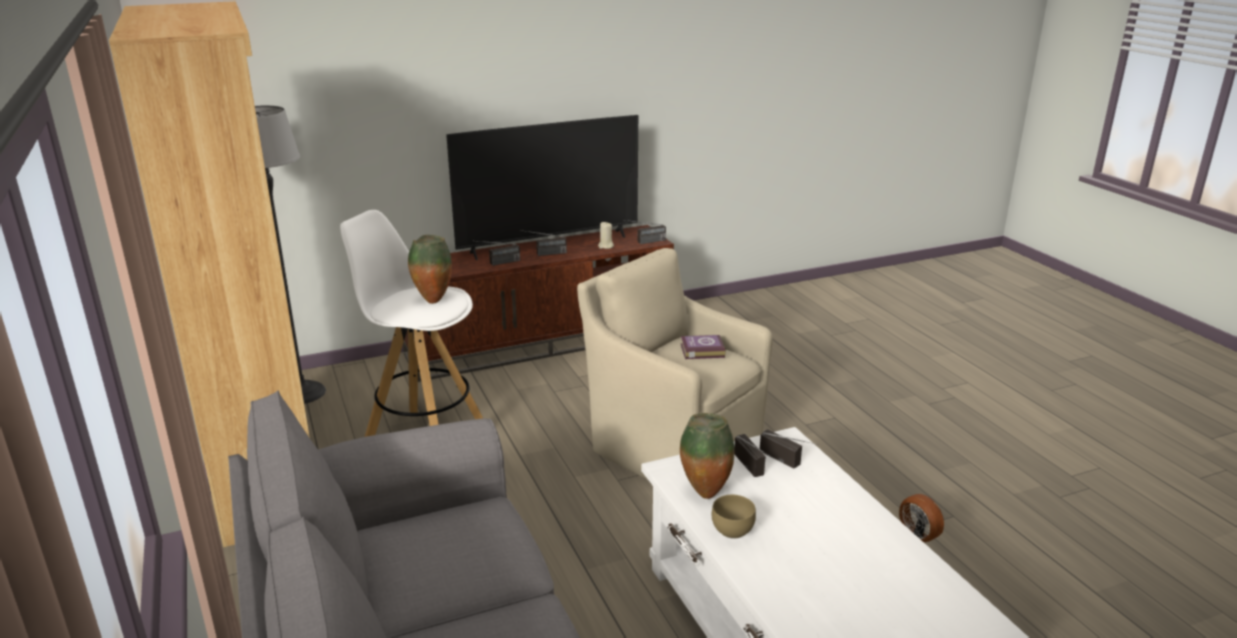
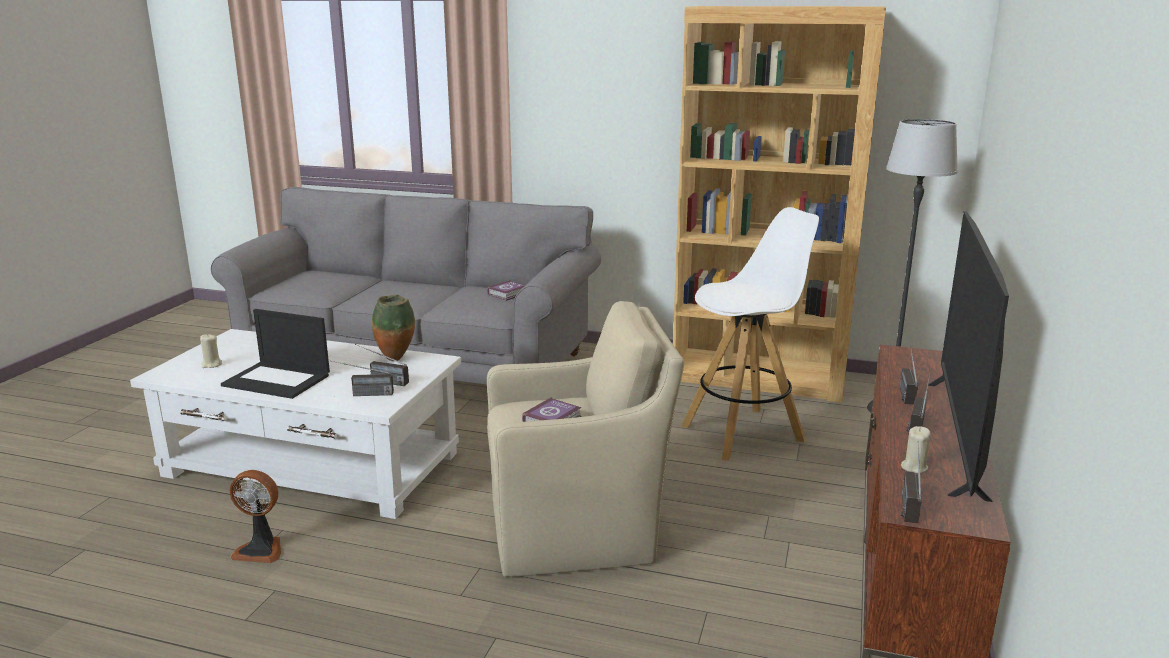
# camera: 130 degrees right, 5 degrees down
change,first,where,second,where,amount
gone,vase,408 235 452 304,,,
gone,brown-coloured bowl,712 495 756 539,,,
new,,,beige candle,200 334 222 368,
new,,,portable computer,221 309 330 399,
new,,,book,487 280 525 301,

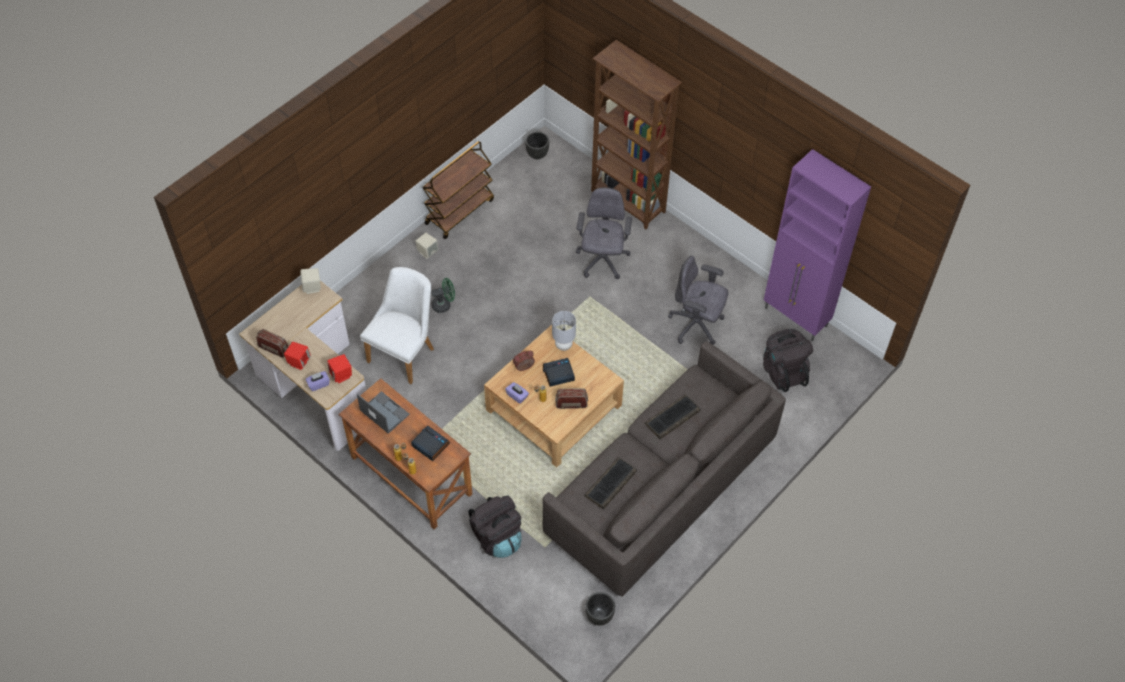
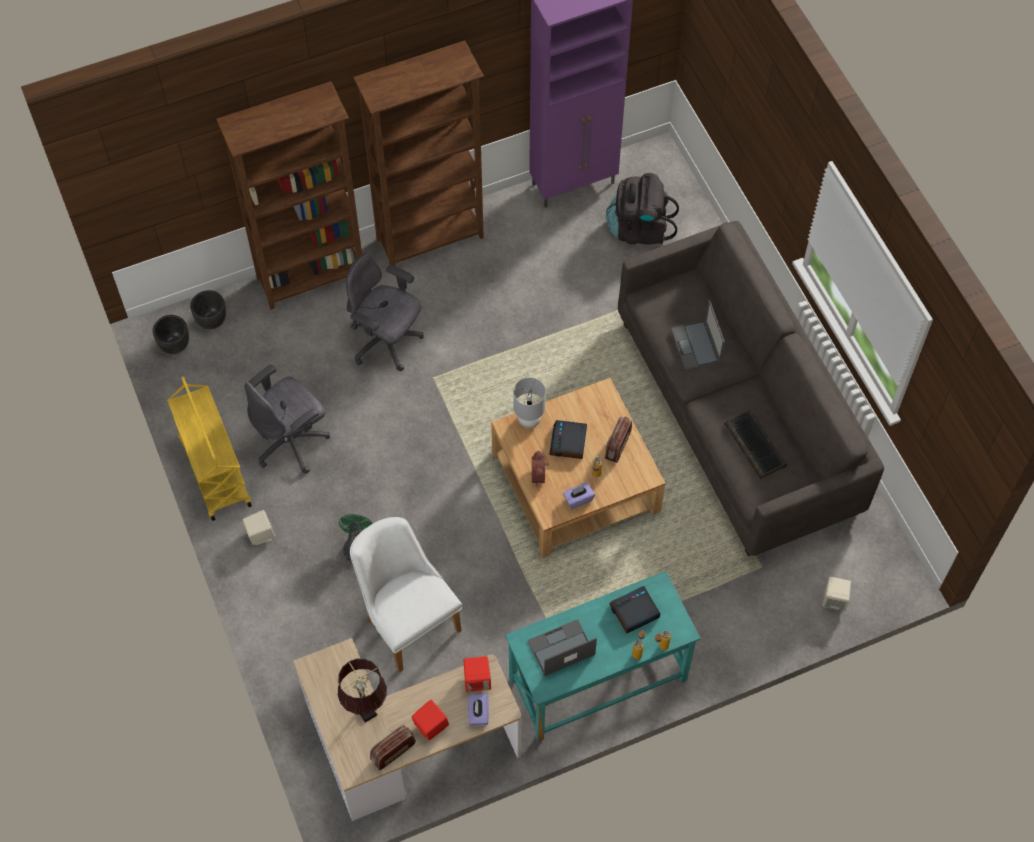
# camera: 65 degrees left, 5 degrees up
change,first,where,second,where,amount
shifted,beige speaker,300 268 321 294,,822 577 851 611,
repainted,brown-coloured desk,338 378 472 530,turquoise-coloured desk,505 571 701 742,
repainted,brown-coloured wheeled cart,422 141 494 239,yellow wheeled cart,167 376 252 521,
gone,black-coloured knapsack,469 496 522 558,,,
shifted,black-coloured planter,585 592 615 626,,190 290 226 329,
swapped,PC keyboard,645 394 700 439,portable computer,671 300 725 370,
shifted,grey office chair,668 256 729 345,,244 365 330 474,
new,,,brown-coloured lamp for a table,338 659 387 722,
new,,,brown-coloured shelving unit,353 40 484 266,

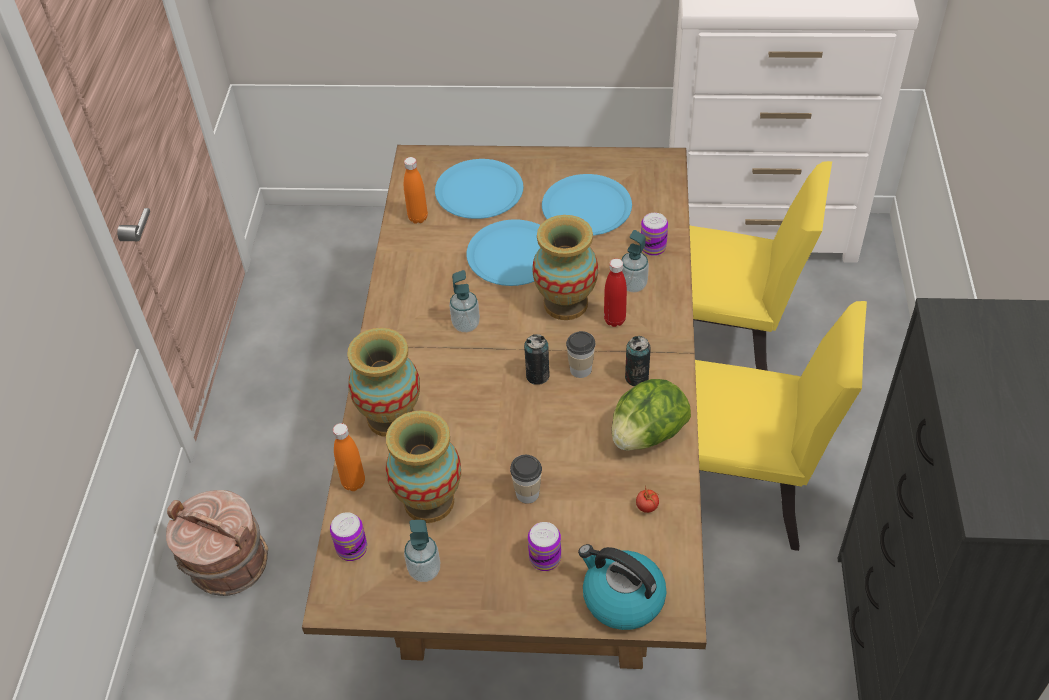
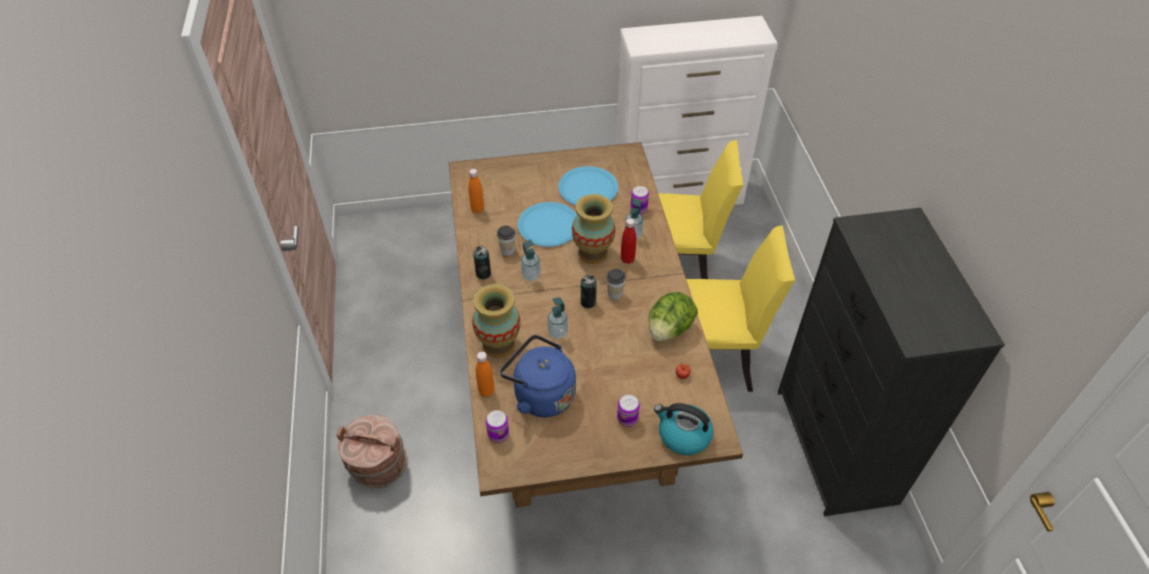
# camera: 15 degrees left, 0 degrees up
change,first,where,second,where,amount
swapped,vase,386 410 461 523,blue-coloured kettle,500 335 576 417,
shifted,soap dispenser,404 520 440 582,,547 298 568 339,
gone,blue-coloured plate,435 159 523 219,,,
shifted,cup,510 455 542 504,,497 226 515 256,
shifted,metal can,625 336 651 386,,473 246 491 279,

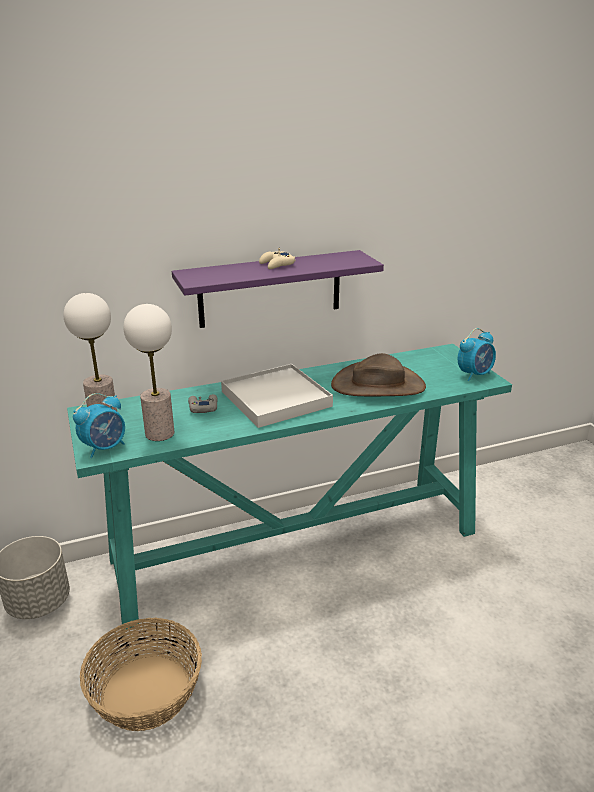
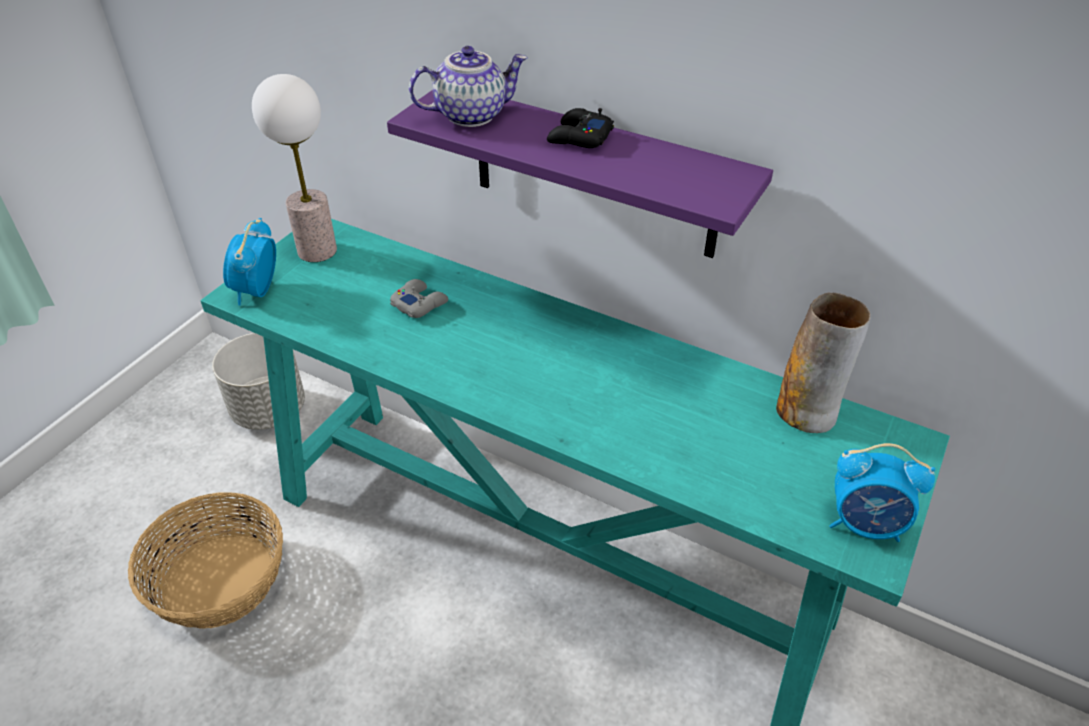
# camera: 50 degrees right, 15 degrees up
change,first,where,second,where,amount
rotated,alarm clock,73 393 125 458,,223 218 276 306,90 degrees clockwise
gone,lamp for a table,123 304 174 441,,,
gone,whitish tray,221 364 333 428,,,
repainted,beige game controller,259 248 295 269,black-coloured game controller,547 108 614 148,
gone,brown-coloured wearable hat,331 353 426 396,,,
new,,,tea pot,409 46 528 127,
new,,,vase,776 292 870 433,

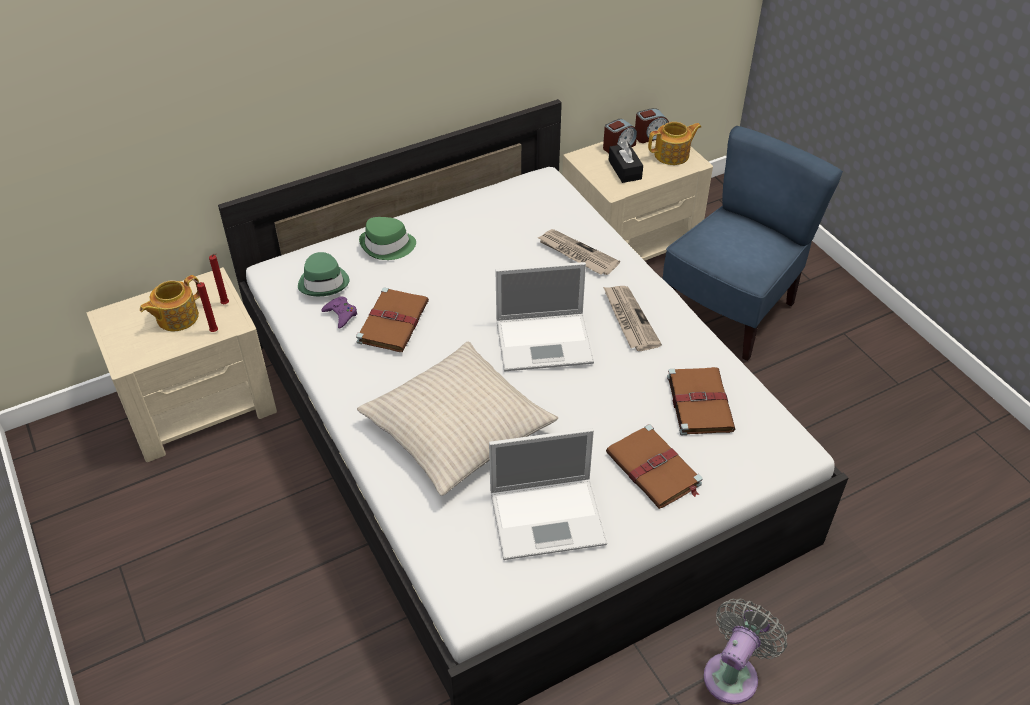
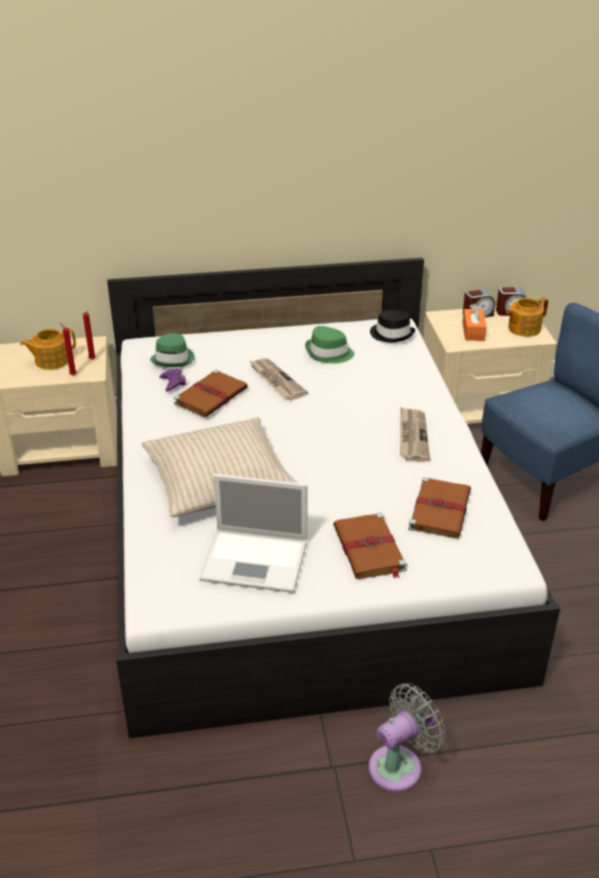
# camera: 20 degrees right, 10 degrees down
change,first,where,second,where,amount
shifted,green-coloured wearable hat,359 217 416 260,,305 326 354 364,
gone,portable computer,496 262 594 371,,,
shifted,daily paper,537 229 620 275,,249 358 308 400,
repainted,black-coloured tissue holder,608 141 643 183,orange-coloured tissue holder,462 304 487 341,
rotated,tea pot,648 122 701 165,,506 297 549 337,150 degrees clockwise
new,,,black-coloured wearable hat,370 310 415 342,

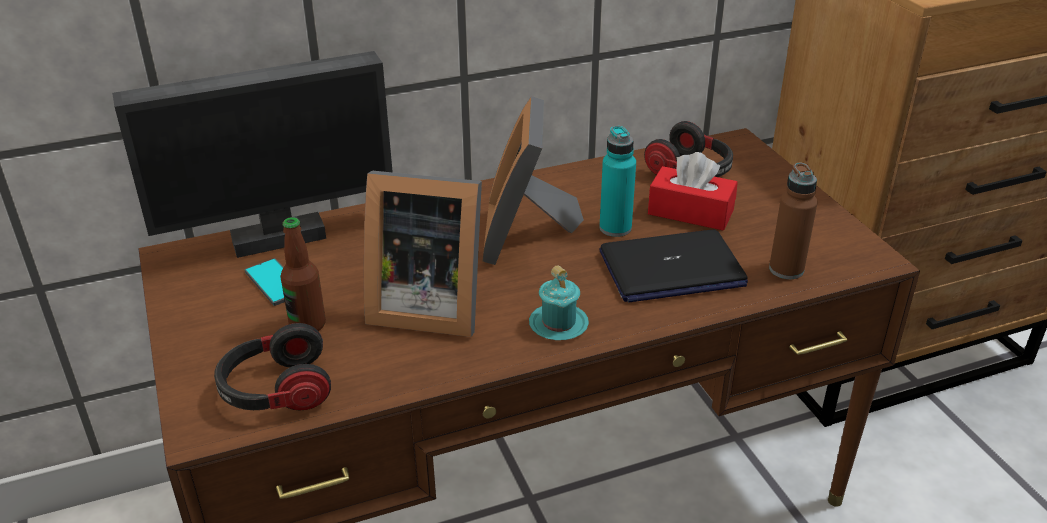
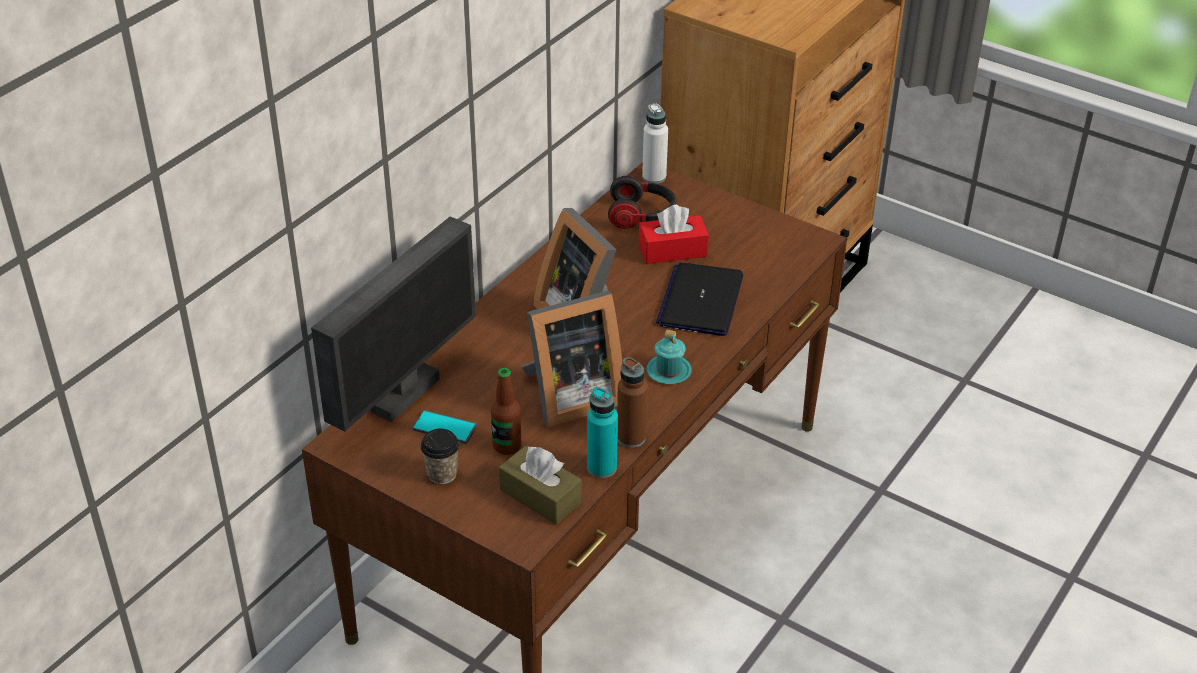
# camera: 35 degrees left, 5 degrees up
change,first,where,second,where,amount
swapped,headphones,214 323 331 410,brown-coloured tissue holder,499 446 582 525,
shifted,turquoise-coloured bottle,599 126 636 237,,587 387 618 478,
rotated,portable computer,599 230 748 302,,656 263 743 336,150 degrees clockwise
shifted,brown-coloured bottle,769 163 818 279,,617 357 648 448,
new,,,cup,420 428 459 484,
new,,,whitish bottle,642 103 668 184,

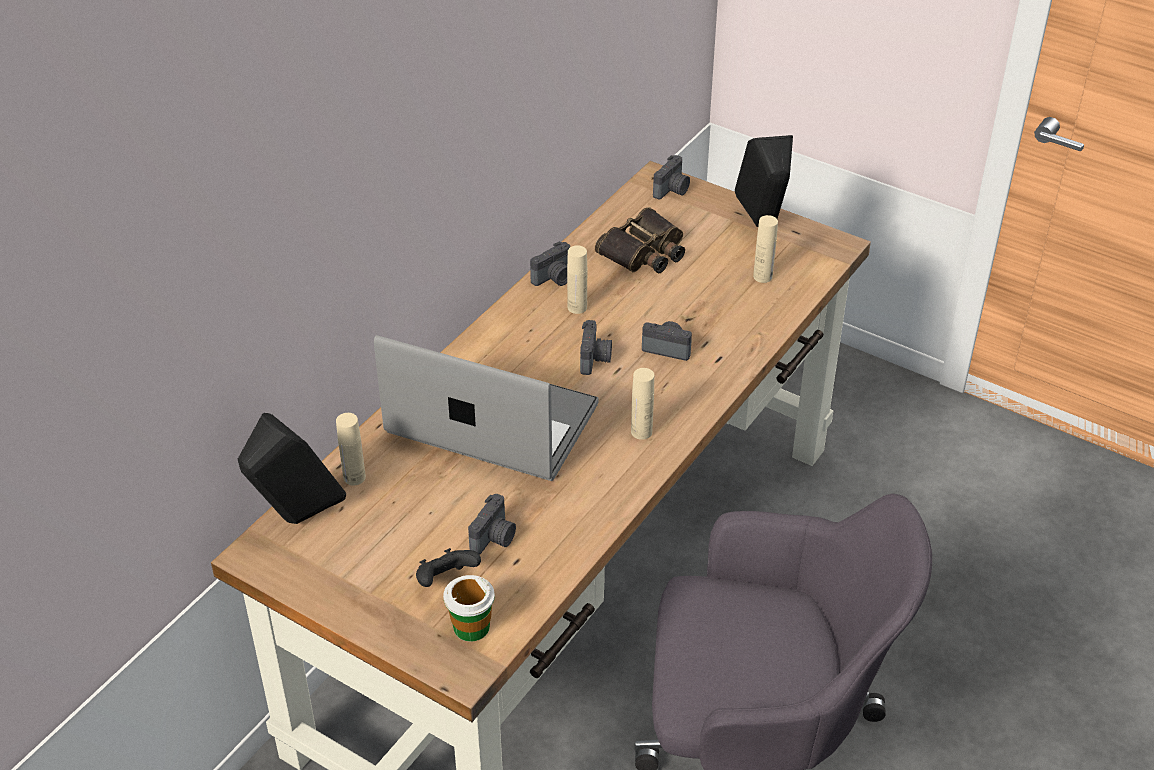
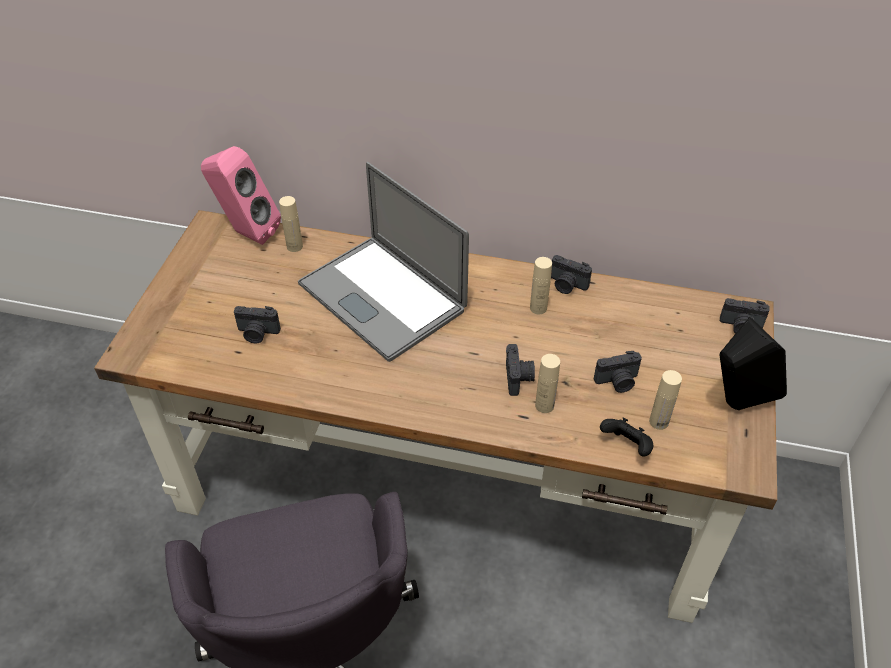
# camera: 70 degrees right, 5 degrees up
change,first,where,second,where,amount
repainted,black-coloured speaker,238 413 346 524,pink speaker,201 146 281 245,
rotated,portable computer,374 335 598 481,,298 162 469 362,135 degrees clockwise
shifted,black-coloured game controller,416 548 481 587,,600 417 653 457,
gone,cup,443 575 495 642,,,
shifted,photo camera,580 320 612 375,,594 351 642 393,
gone,pair of binoculars,595 207 685 273,,,
shifted,beige bottle,631 368 654 440,,535 354 560 413,

